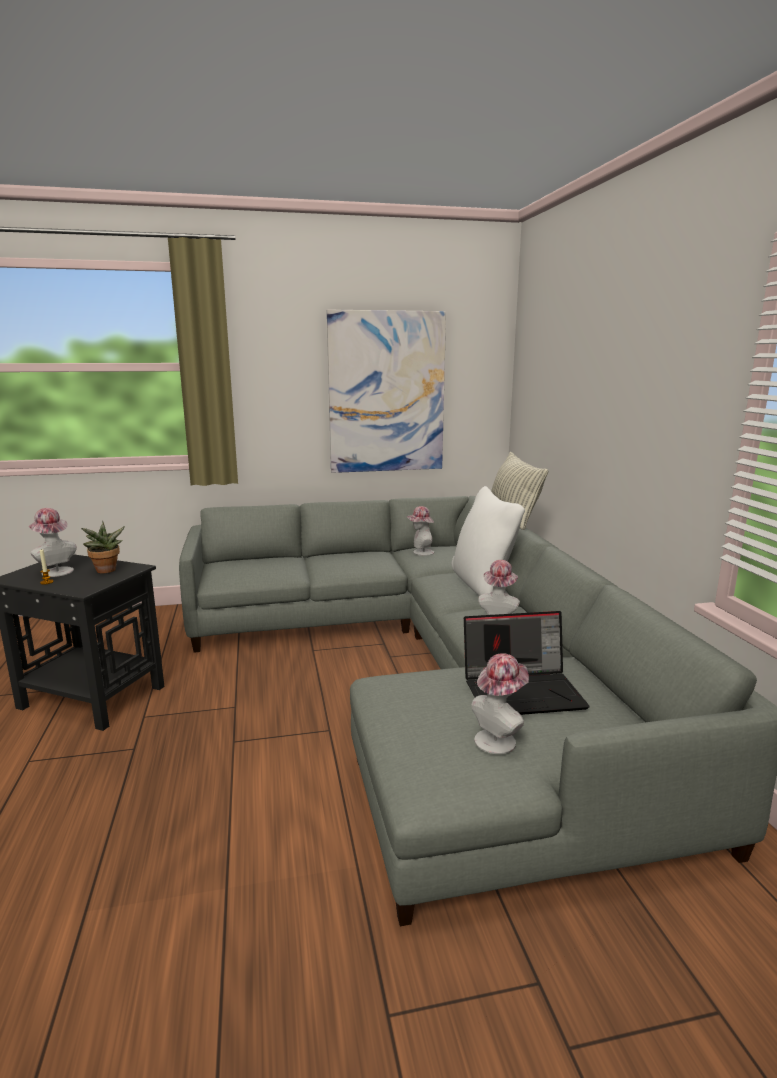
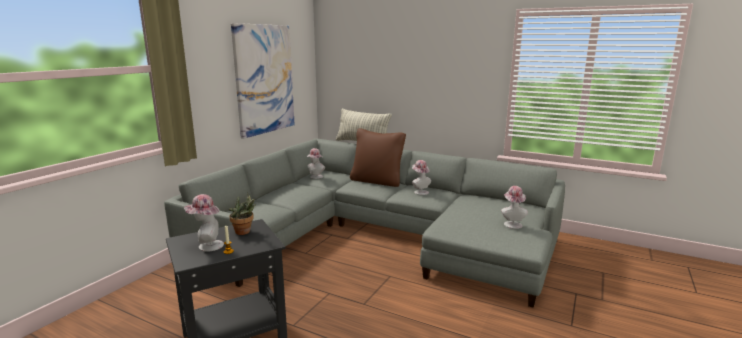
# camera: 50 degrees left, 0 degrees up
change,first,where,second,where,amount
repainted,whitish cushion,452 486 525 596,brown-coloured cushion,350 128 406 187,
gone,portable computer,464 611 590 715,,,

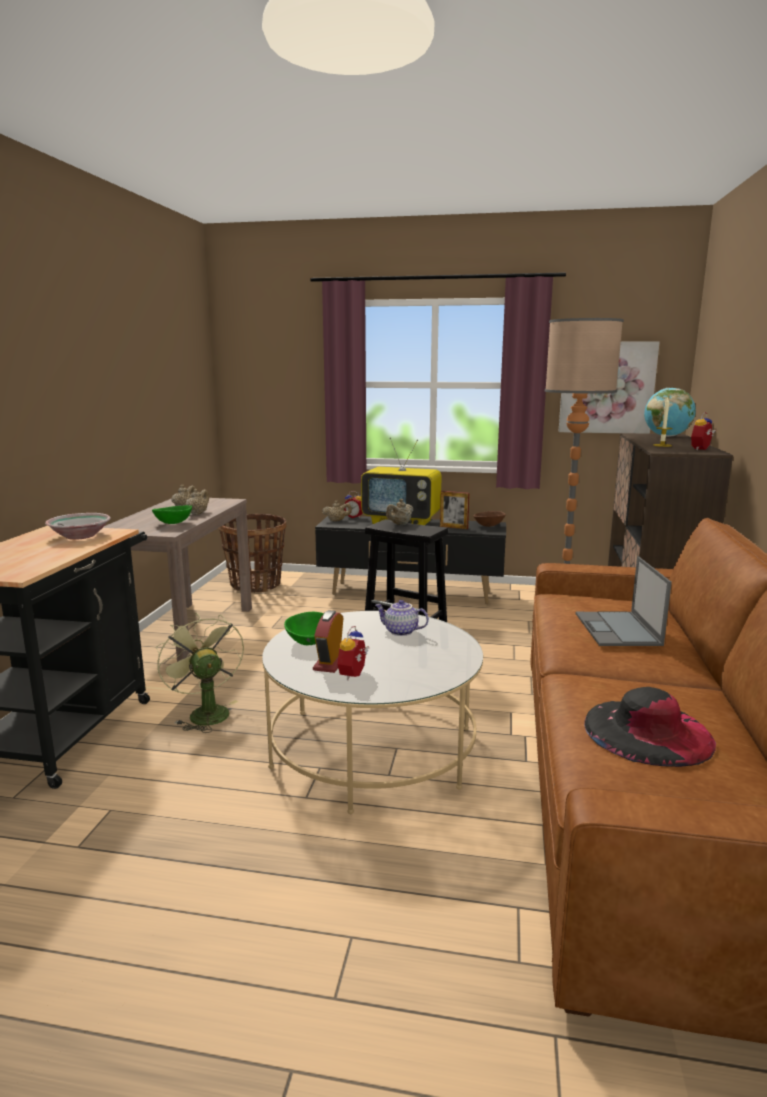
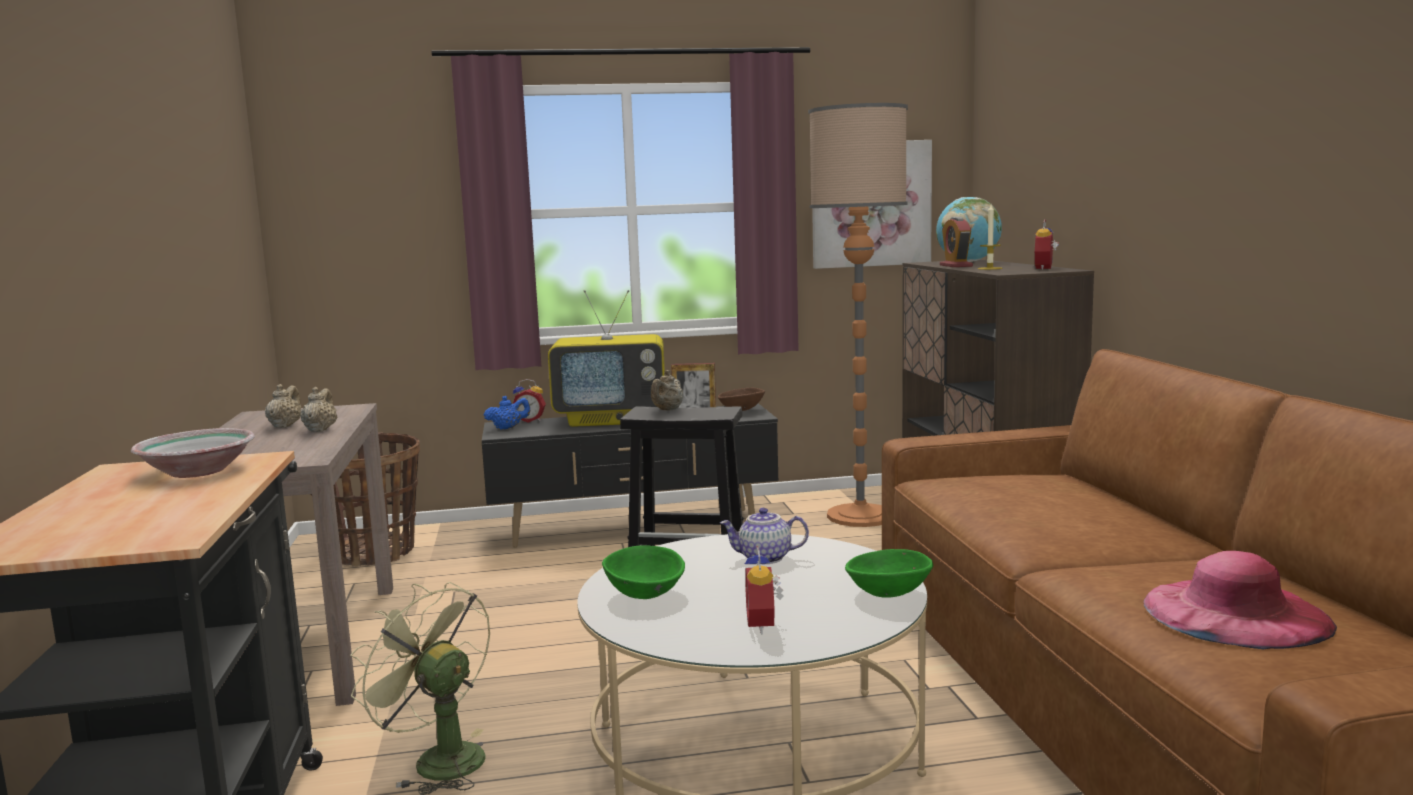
# camera: 20 degrees left, 5 degrees down
change,first,where,second,where,amount
shifted,green-coloured bowl,152 505 192 524,,845 549 933 598,
shifted,alarm clock,313 610 343 673,,940 217 973 267,
repainted,beige tea pot,322 501 352 521,blue-coloured tea pot,484 396 530 430,
gone,portable computer,576 557 672 646,,,
repainted,black-coloured wearable hat,584 687 716 767,pink wearable hat,1144 551 1337 649,

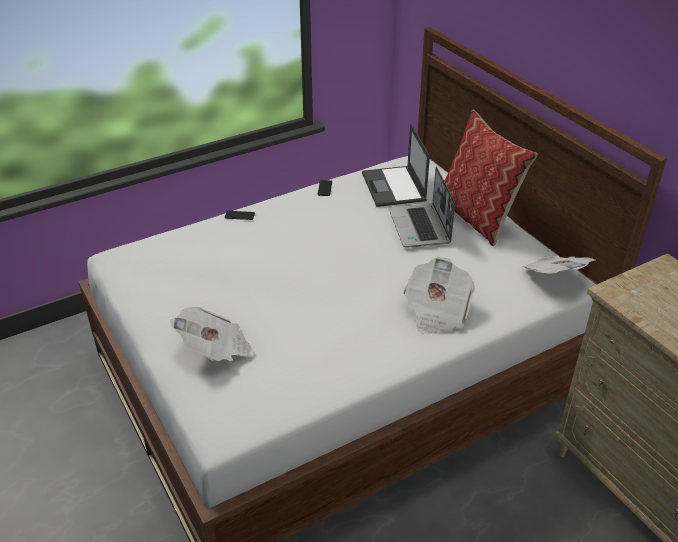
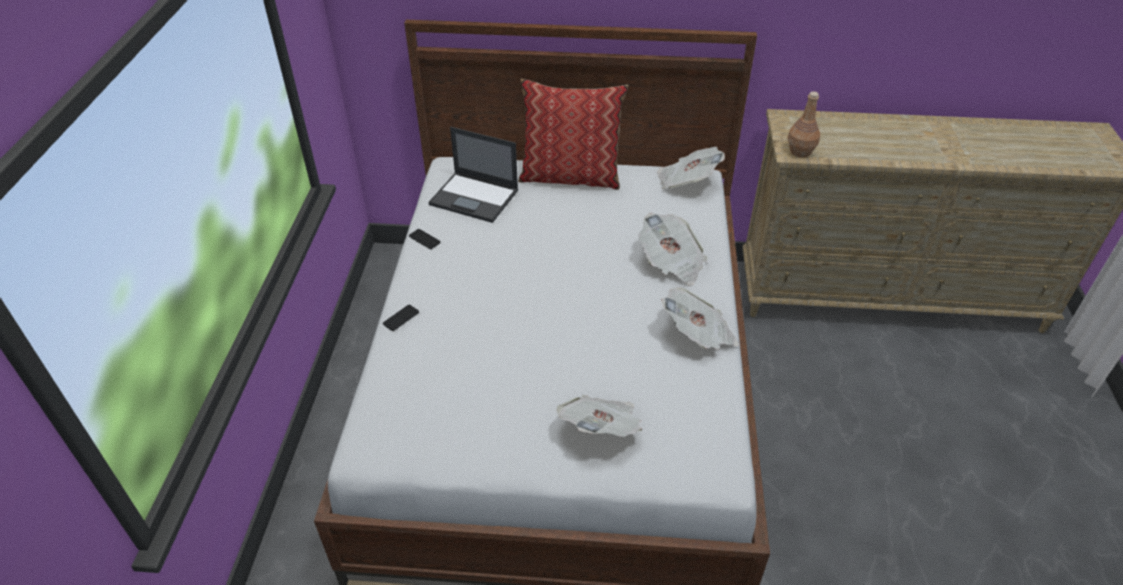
# camera: 55 degrees left, 5 degrees up
change,first,where,second,where,amount
gone,portable computer,389 166 455 247,,,
new,,,daily paper,661 288 739 350,
new,,,brown-coloured bottle,788 91 821 157,

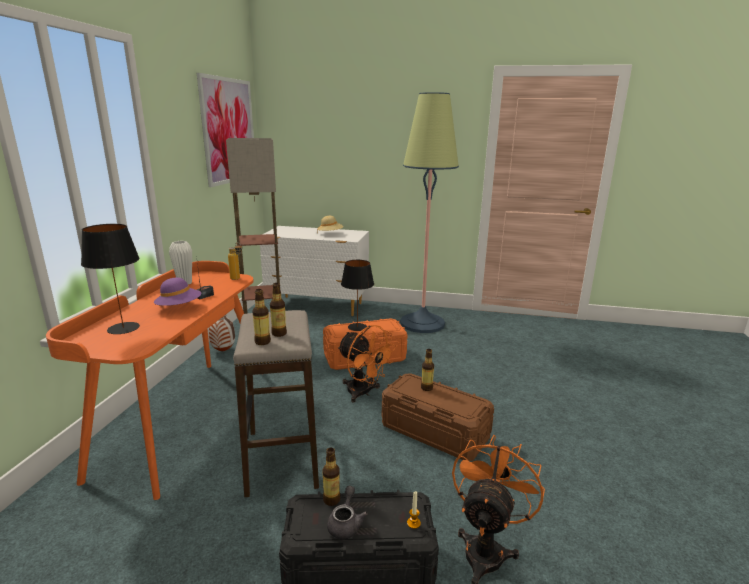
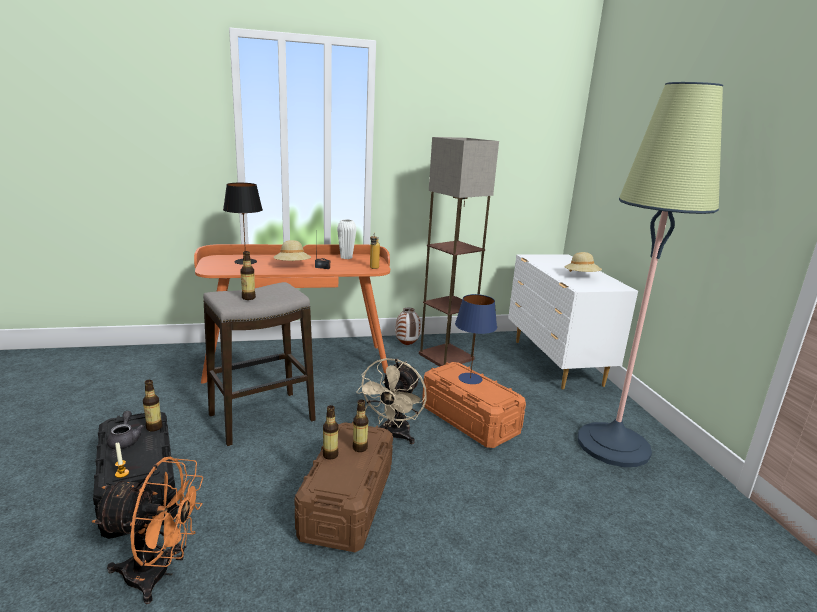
# camera: 65 degrees right, 0 degrees up
change,first,where,second,where,amount
repainted,purplish wearable hat,154 277 202 306,beige wearable hat,274 240 311 261,
gone,wall picture,197 73 254 187,,,
shifted,bottle,252 289 271 345,,323 405 338 460,
rotated,grey tea pot,327 486 368 539,,107 411 144 449,90 degrees counterclockwise
repainted,orange-coloured cooling fan,337 325 397 403,beige cooling fan,356 358 427 444,
repainted,black-coloured lamp for a table,341 260 374 331,blue-coloured lamp for a table,455 294 497 384,

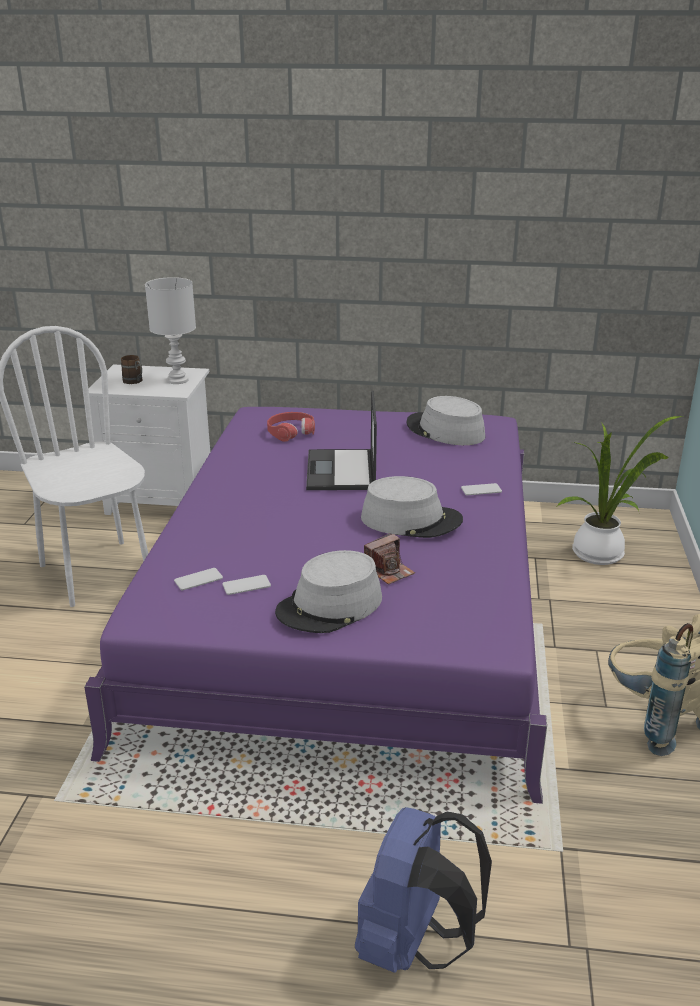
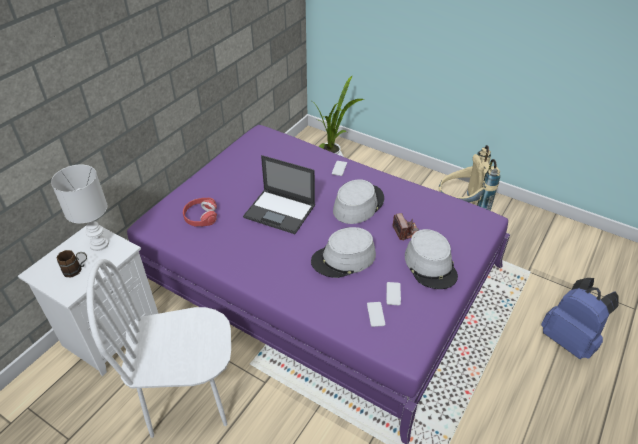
# camera: 65 degrees left, 15 degrees up
change,first,where,second,where,amount
shifted,grey wearable hat,407 396 486 445,,311 227 376 278,

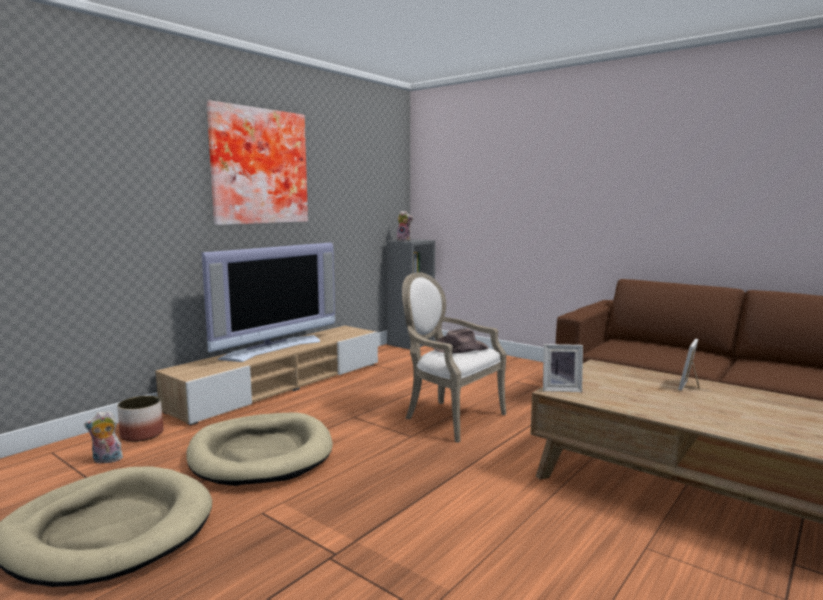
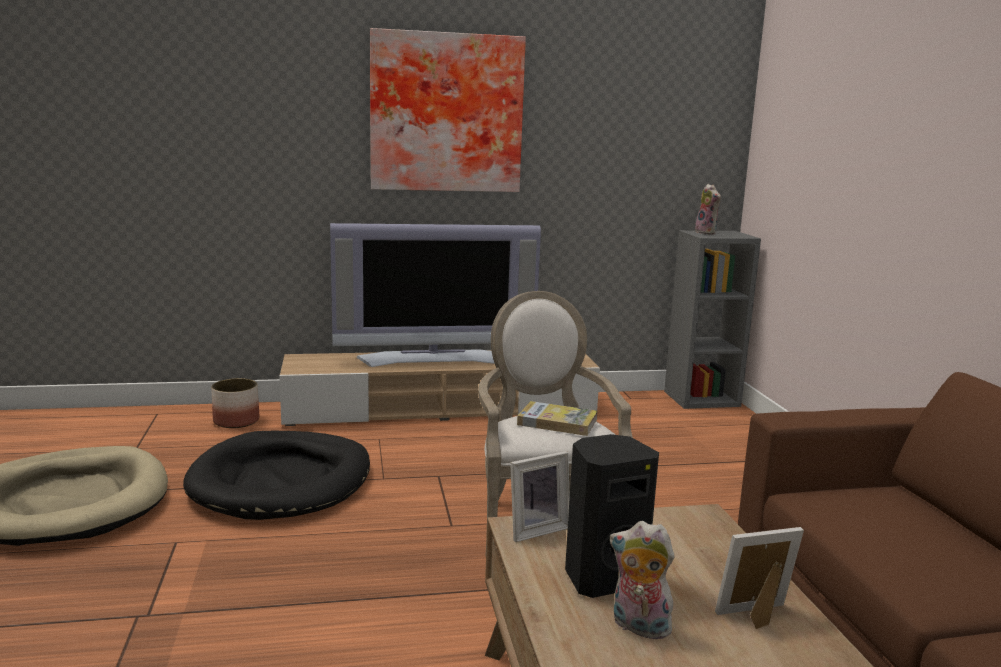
# camera: 40 degrees right, 5 degrees up
change,first,where,second,where,amount
shifted,plush toy,84 411 123 464,,610 521 676 641,
repainted,beige dog cushion,186 413 333 486,black-coloured dog cushion,183 431 370 520,
swapped,brown-coloured wearable hat,433 328 489 353,book,517 401 597 436,
rotated,photo frame,543 344 583 392,,510 451 570 542,75 degrees counterclockwise
new,,,black-coloured speaker,565 434 659 598,

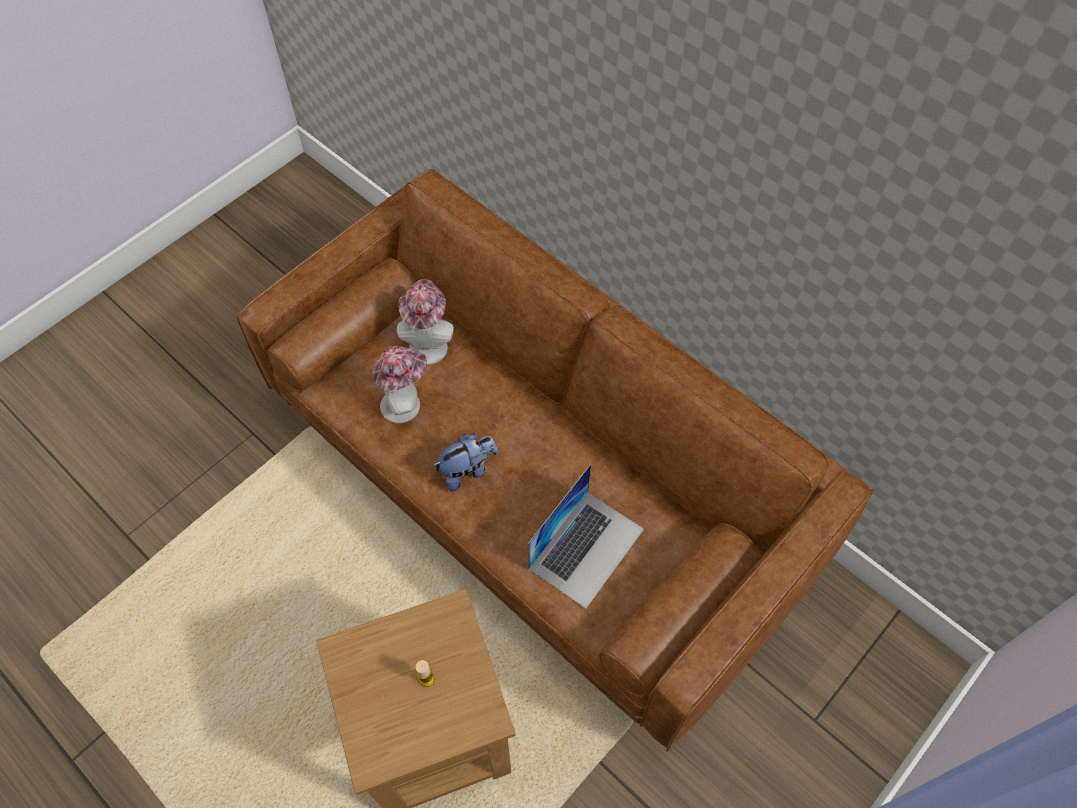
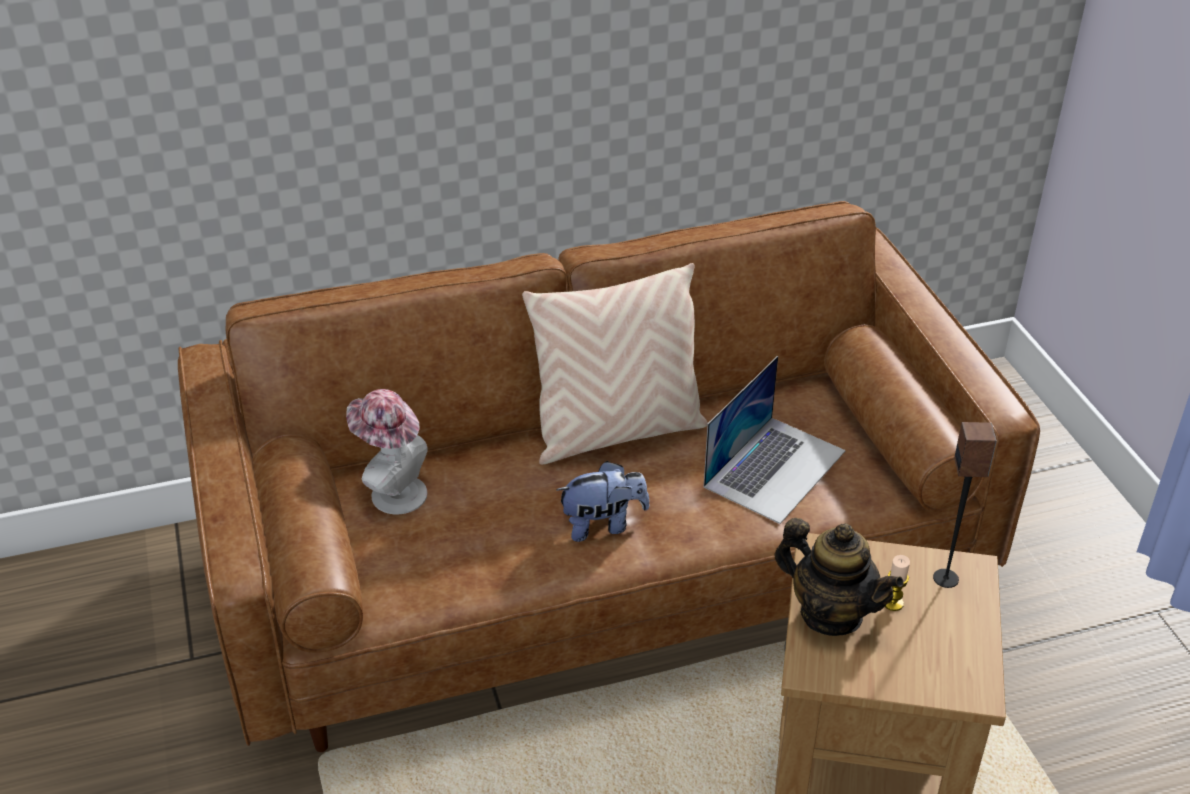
# camera: 60 degrees left, 20 degrees down
change,first,where,second,where,amount
gone,wearable hat,373 346 427 423,,,
rotated,plush toy,433 434 498 492,,556 461 650 542,75 degrees clockwise
rotated,portable computer,528 464 644 609,,703 356 846 524,60 degrees clockwise
new,,,beige cushion,522 263 708 464,
new,,,tea pot,774 518 904 636,
new,,,speaker,933 422 997 588,

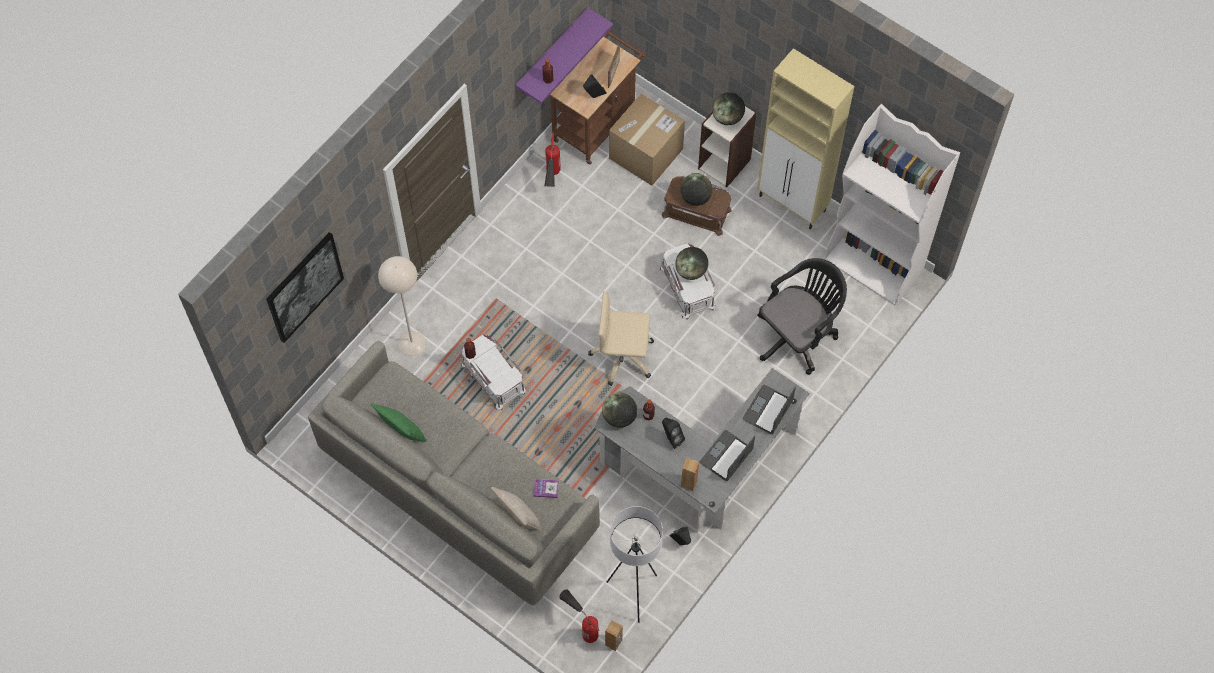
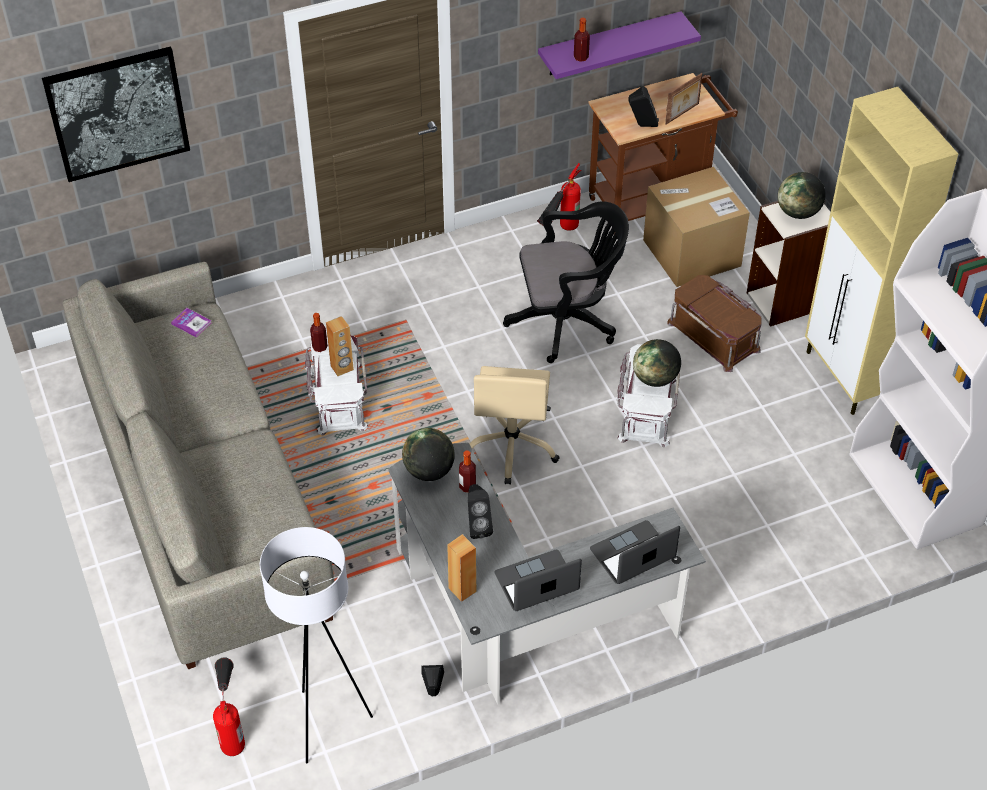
# camera: 30 degrees right, 15 degrees down
change,first,where,second,where,amount
gone,green-coloured cushion,371 403 426 442,,,
gone,beige standard lamp,378 256 425 355,,,
gone,beige cushion,491 487 542 531,,,
shifted,book,534 479 559 498,,171 308 211 337,
rotated,beige office chair,588 291 654 386,,469 366 560 485,120 degrees counterclockwise
shifted,brown-coloured speaker,605 620 623 651,,326 316 354 376,
gone,desk globe,680 173 712 206,,,
shifted,black-coloured office chair,757 258 847 375,,503 201 629 363,

